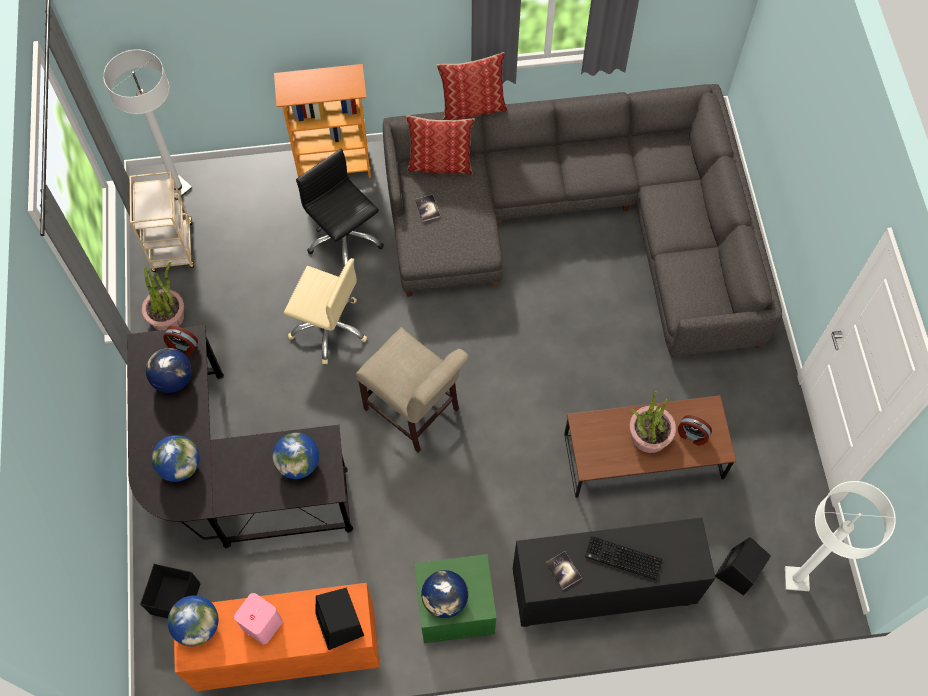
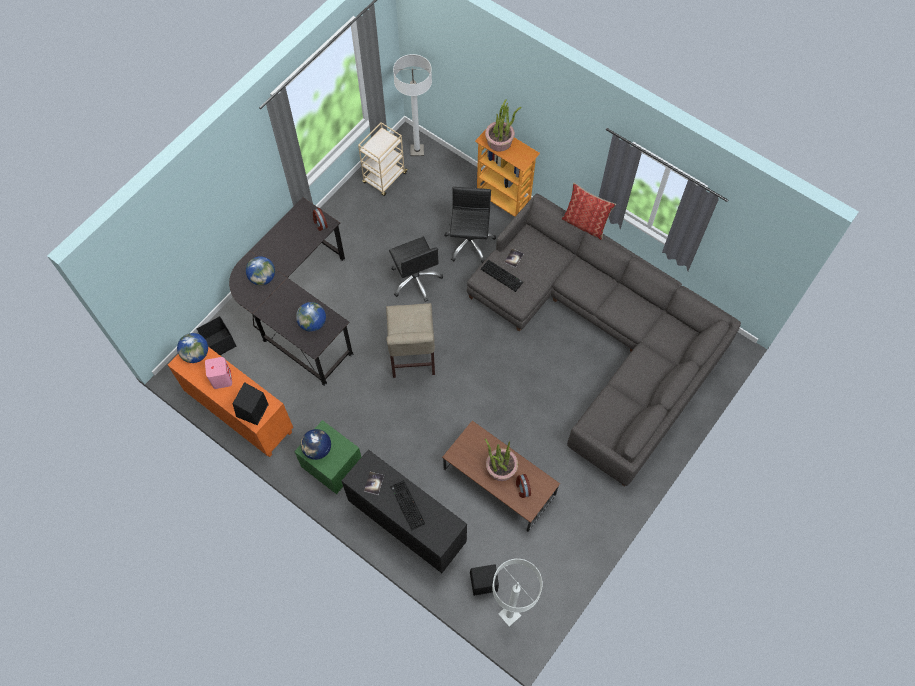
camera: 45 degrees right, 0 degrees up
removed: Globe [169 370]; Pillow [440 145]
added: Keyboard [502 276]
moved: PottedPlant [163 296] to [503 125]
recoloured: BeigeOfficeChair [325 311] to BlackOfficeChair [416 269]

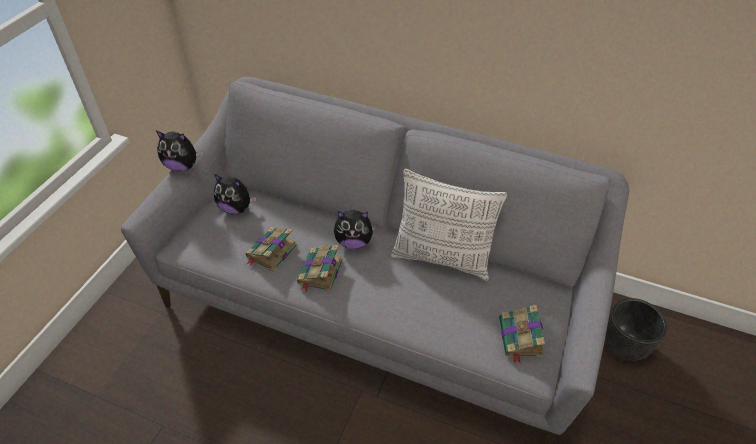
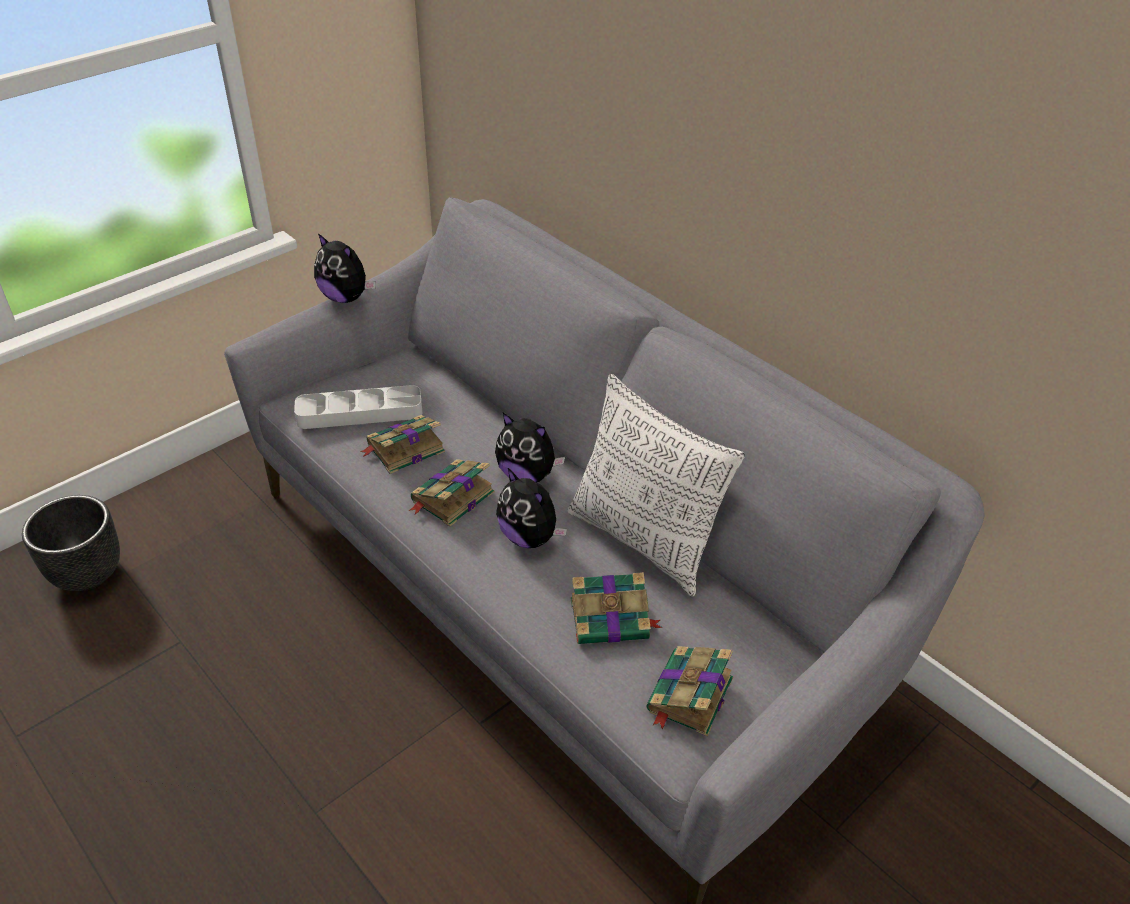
camera: 25 degrees right, 5 degrees down
added: GreyTray [358 407]; Book [616 608]
moved: PlushToy [235 194] to [531 508]; BlackPlanter [636 329] to [71 543]

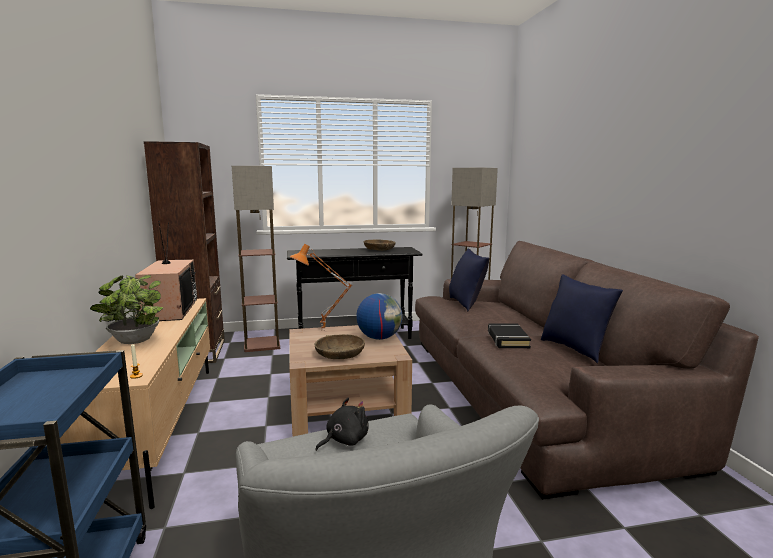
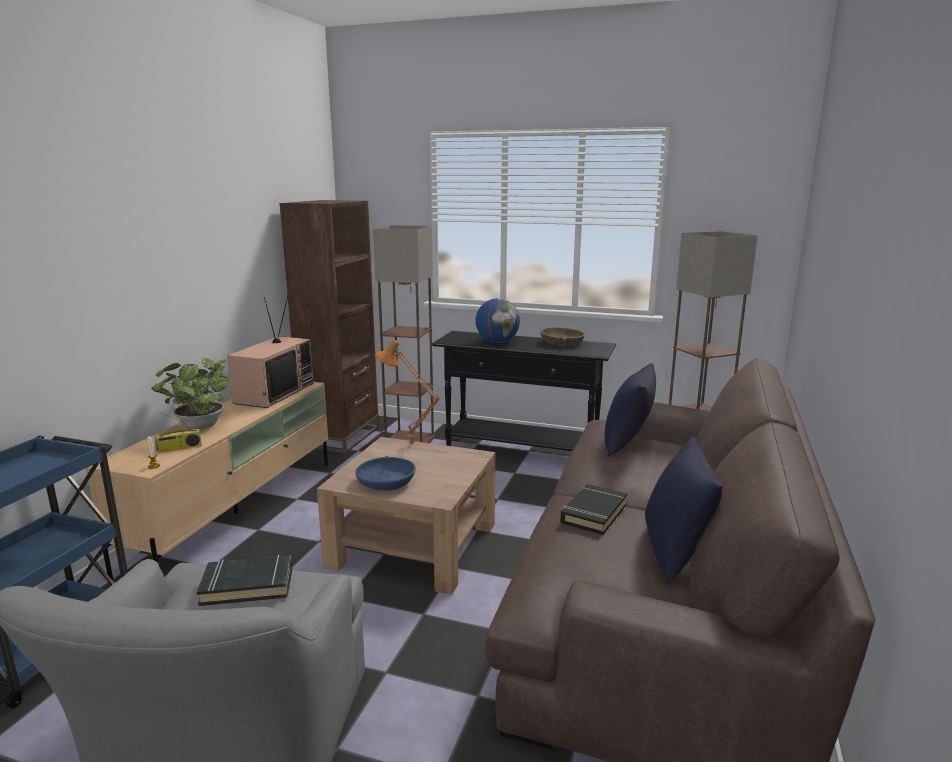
camera: 30 degrees right, 5 degrees up
added: Radio [178 432]
moved: Globe [379 316] to [498 320]
replaced: BlackPlushToy [342 424] to BlackBook [244 580]
recoloured: BrownBowl [340 346] to BlueBowl [385 473]

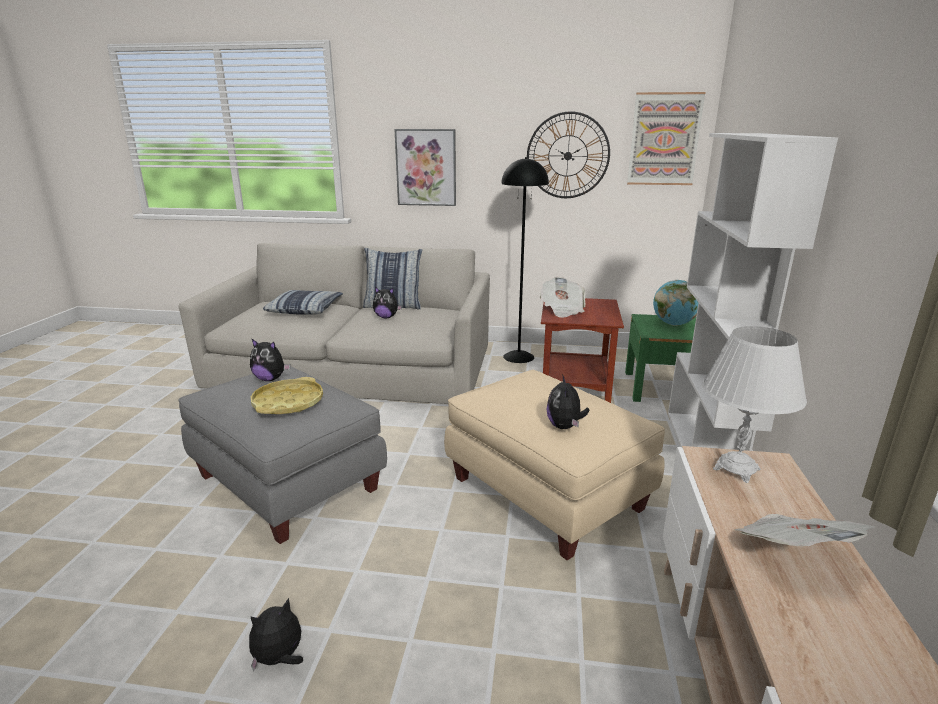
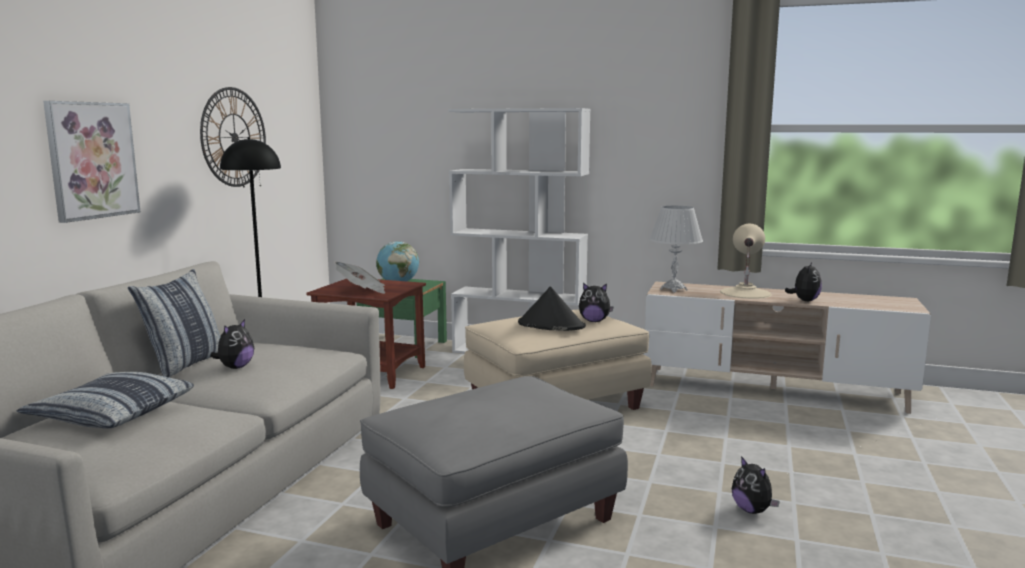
camera: 80 degrees left, 10 degrees down
removed: YellowTray [287 395]; Picture [666 138]
added: BlackHat [552 309]
moved: PlushToy [270 360] to [803 281]
replaced: Newspaper [804 530] to BeigeTableLamp [746 261]

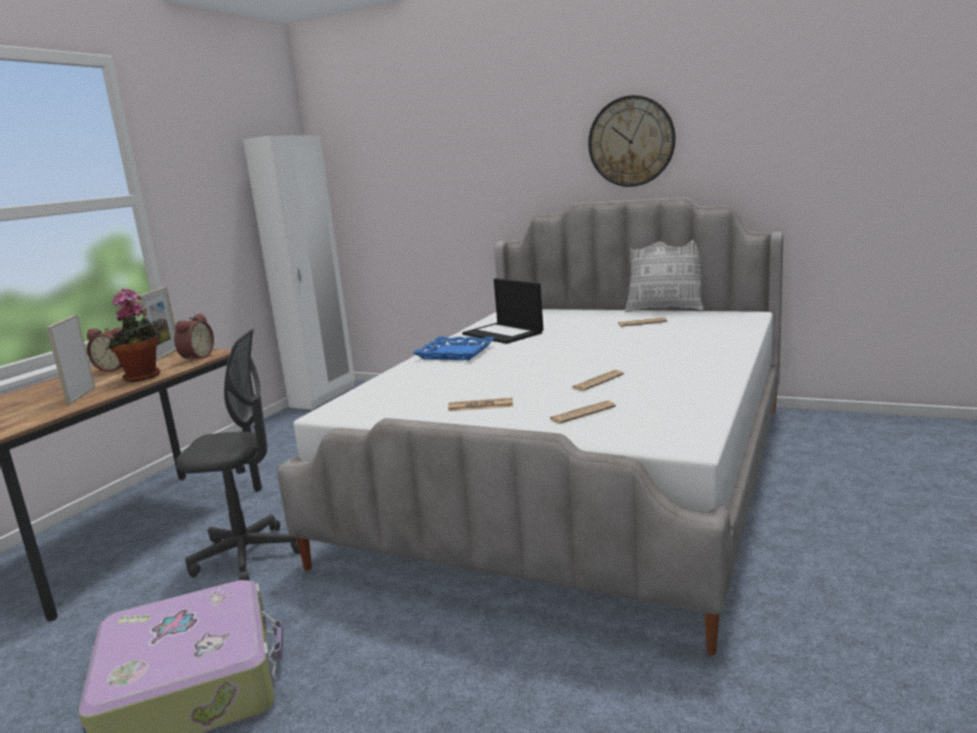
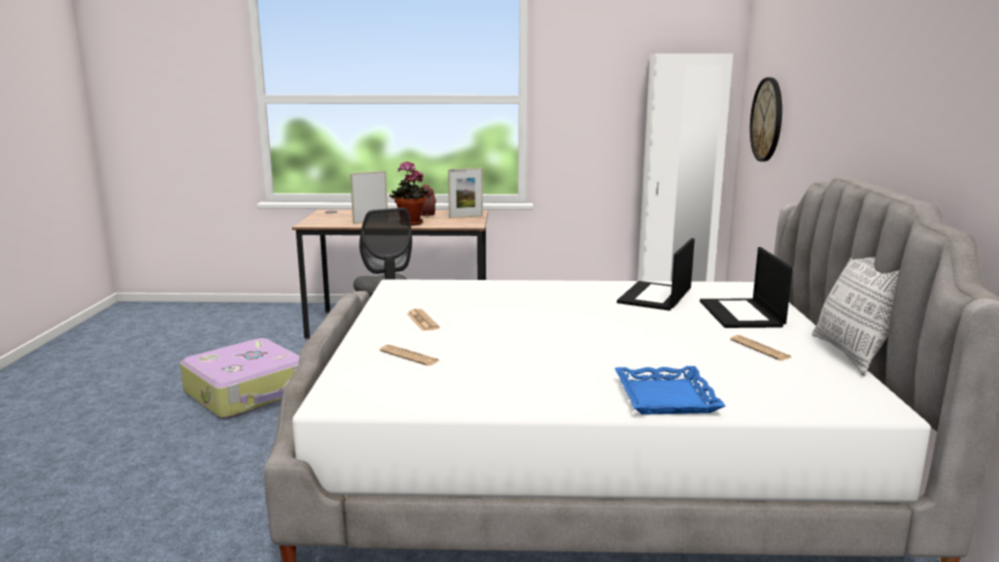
camera: 65 degrees right, 0 degrees up
removed: AlarmClock [194 337]; Newspaper [598 380]
added: Laptop [746 287]
moved: BlueTray [453 348] to [669 390]; WallClock [632 141] to [766 119]

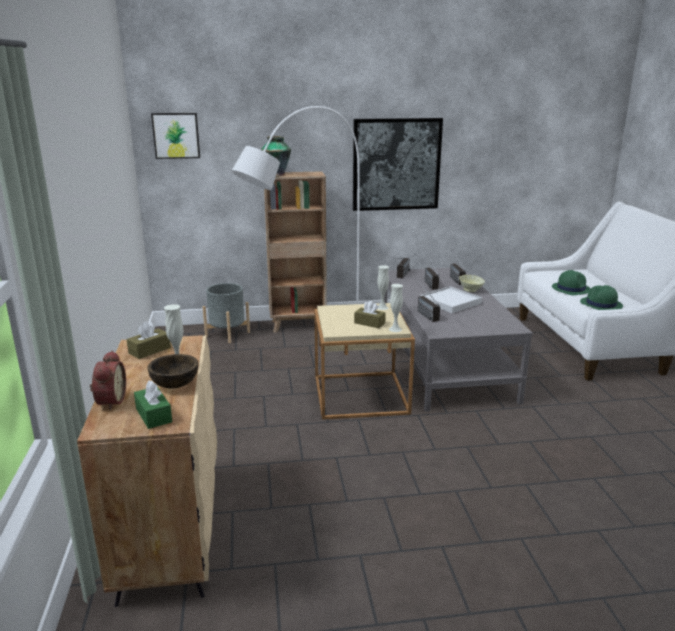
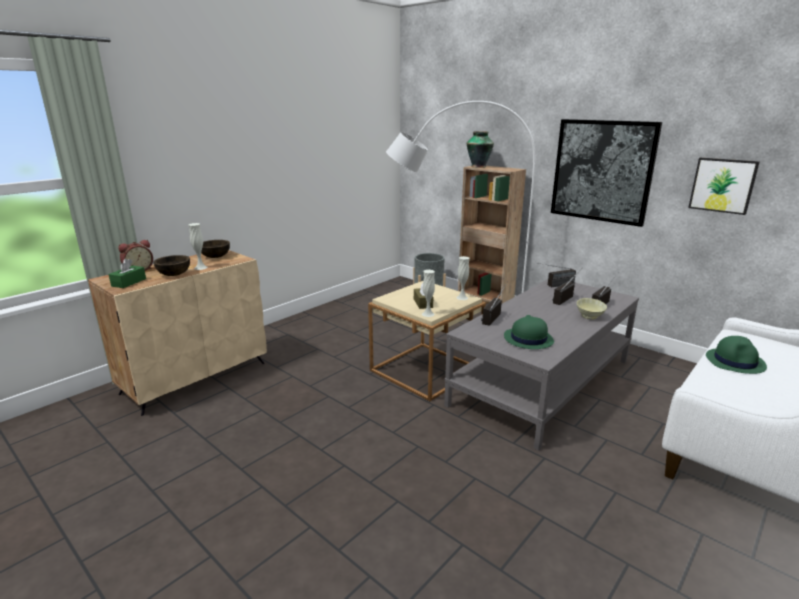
camera: 50 degrees right, 0 degrees up
removed: WhiteTray [451 299]
moved: Picture [175 136] to [724 186]; GreenHat [601 297] to [529 332]
replaced: BrownTissueBox [149 340] to BrownBowl [215 249]

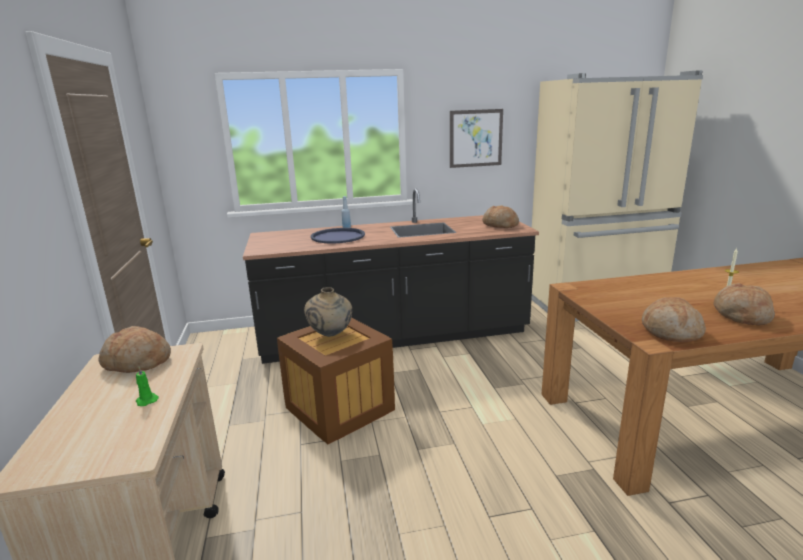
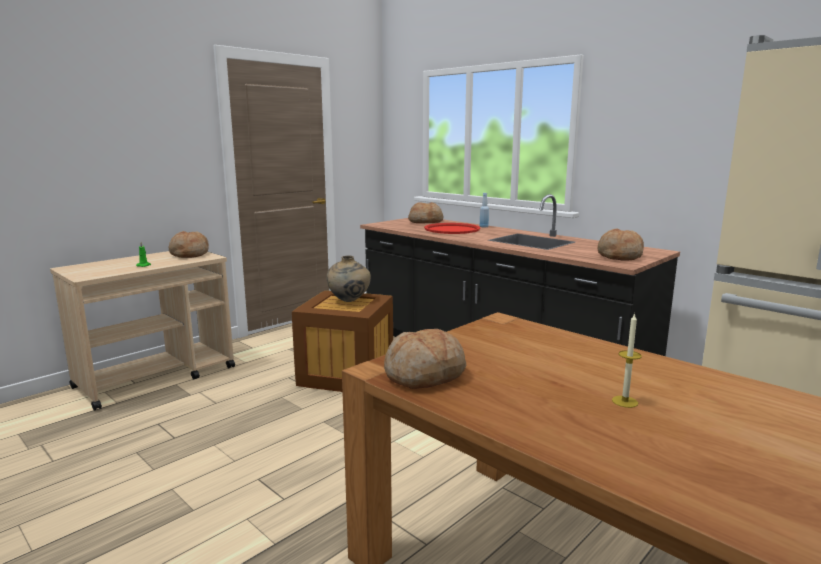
camera: 55 degrees right, 5 degrees down
removed: Picture [476 138]
moved: Bread [744 304] to [425 212]
recoloured: BlueTray [338 236] to RedTray [452 228]

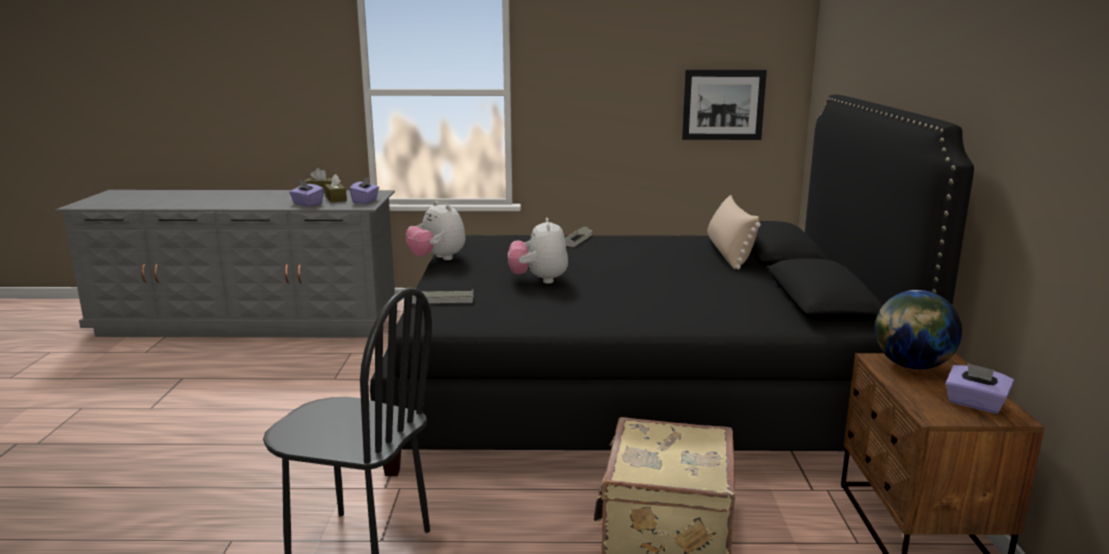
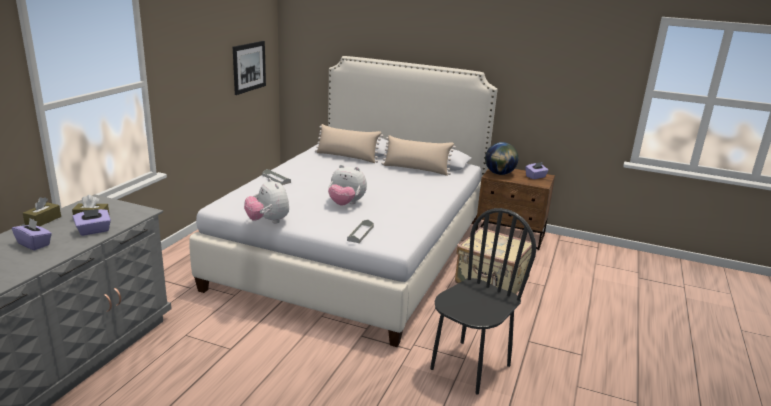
camera: 70 degrees left, 5 degrees up
added: BeigePillow [418 155]
moved: PurpleTissueBox [364 190] to [32 234]
recoloured: BlackBed [672 285] to WhiteBed [343 201]
turned: PlushToy [435 230] = [266 201] 75 degrees clockwise

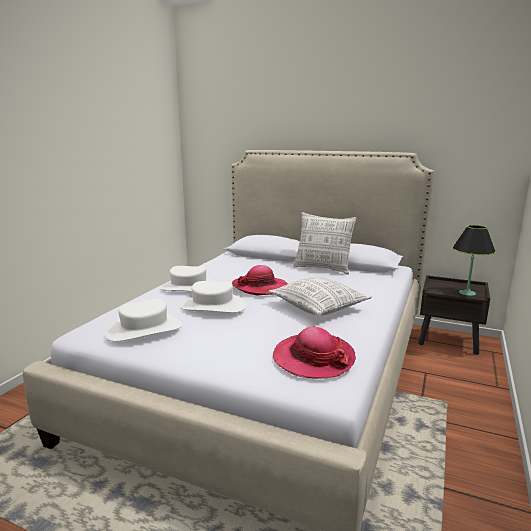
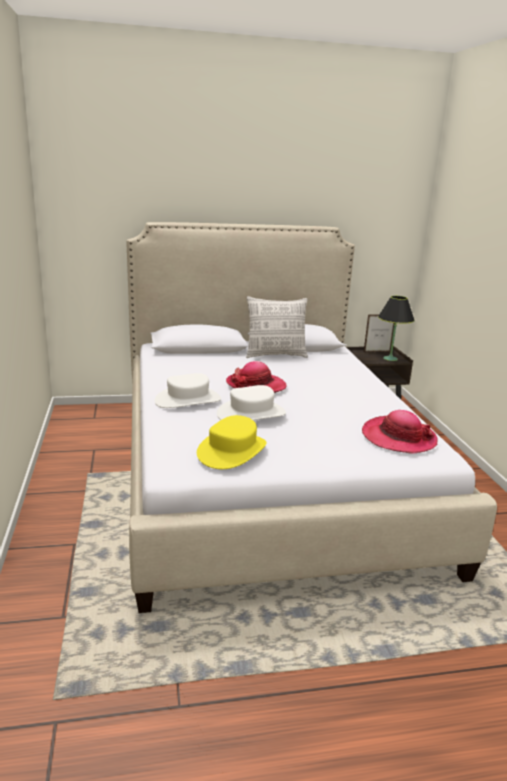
camera: 35 degrees left, 5 degrees up
removed: Pillow [320 296]
added: PictureFrame [379 333]
recoloured: WhiteHat [144 320] to YellowHat [232 442]

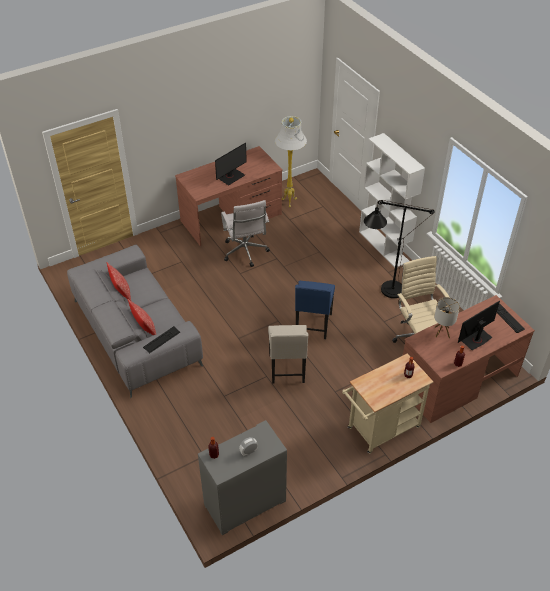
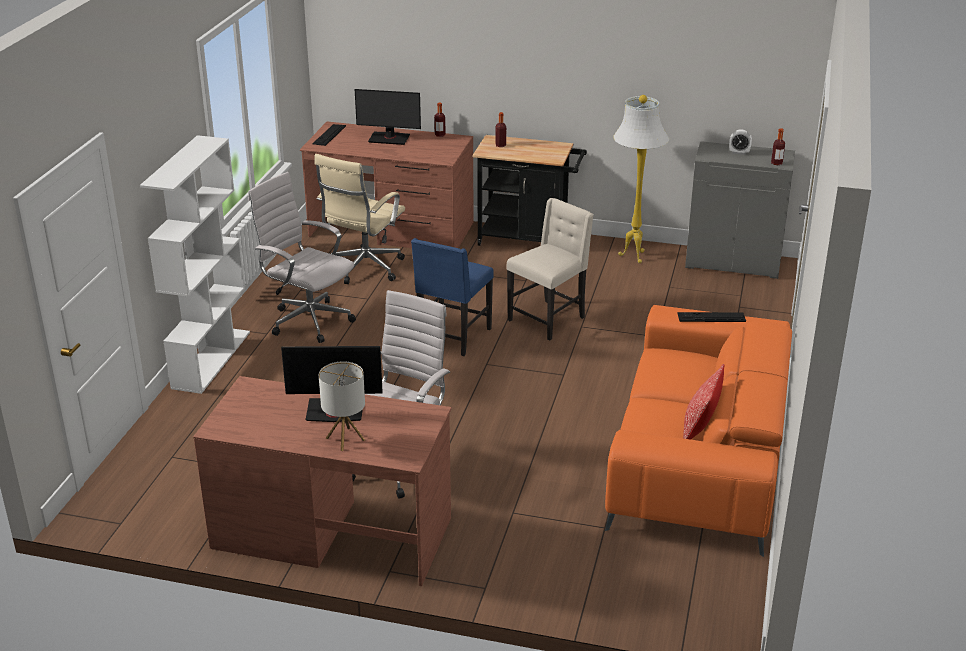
camera: 135 degrees left, 15 degrees down
removed: Pillow [142 317]
moved: WhiteFloorLamp [291 161] to [641 179]; TableLamp [447 317] to [342 406]
replaced: BlackFloorLamp [399 249] to WhiteOfficeChair [302 257]
recoloured: GreySofa [135 321] to OrangeSofa [698 431]; BeigeCart [388 403] to BlackCart [529 190]
turned: BlueChair [315 310] = [452 297] 150 degrees clockwise

